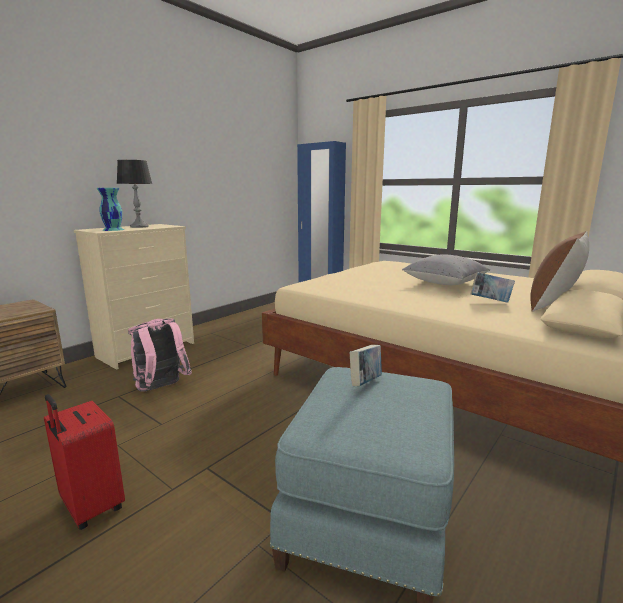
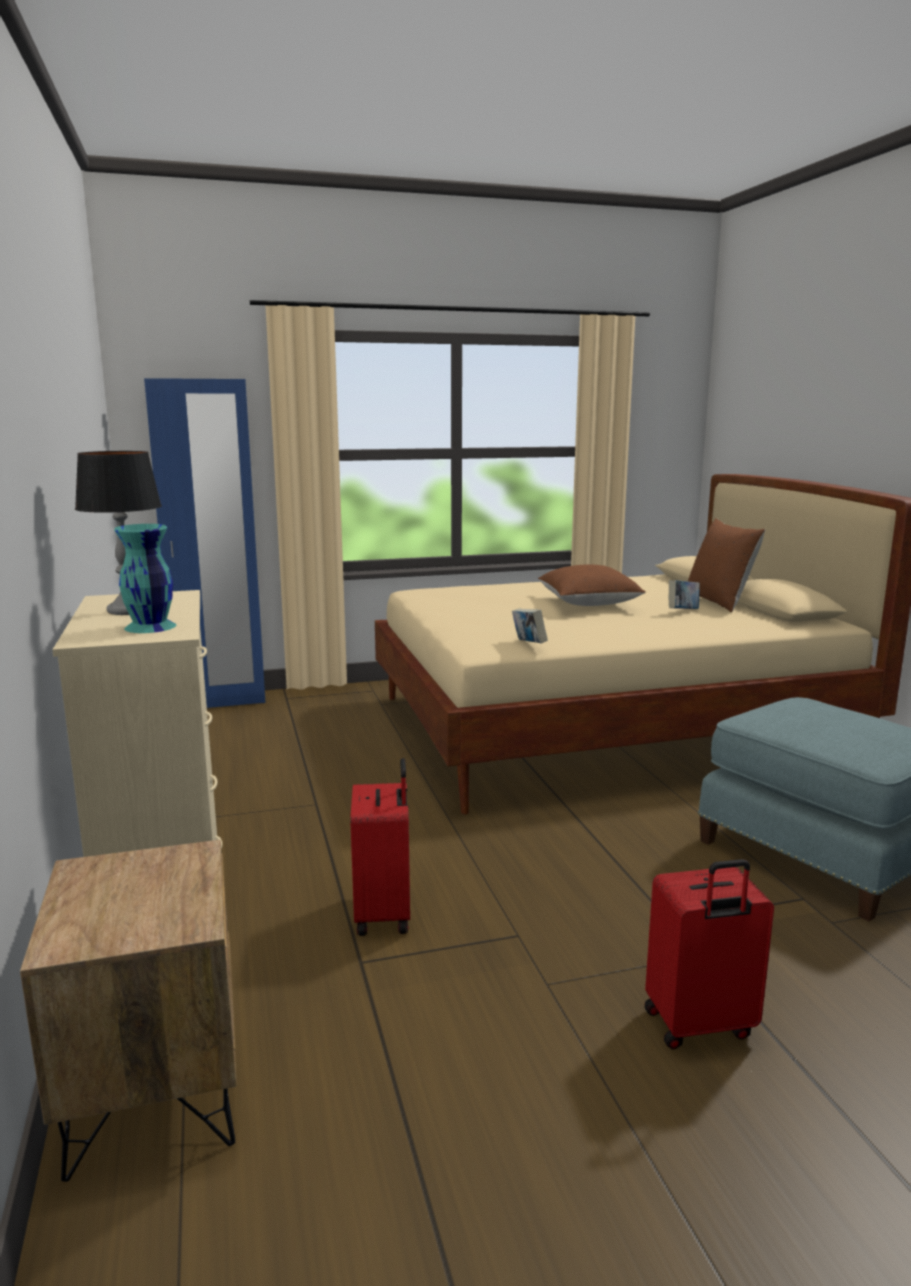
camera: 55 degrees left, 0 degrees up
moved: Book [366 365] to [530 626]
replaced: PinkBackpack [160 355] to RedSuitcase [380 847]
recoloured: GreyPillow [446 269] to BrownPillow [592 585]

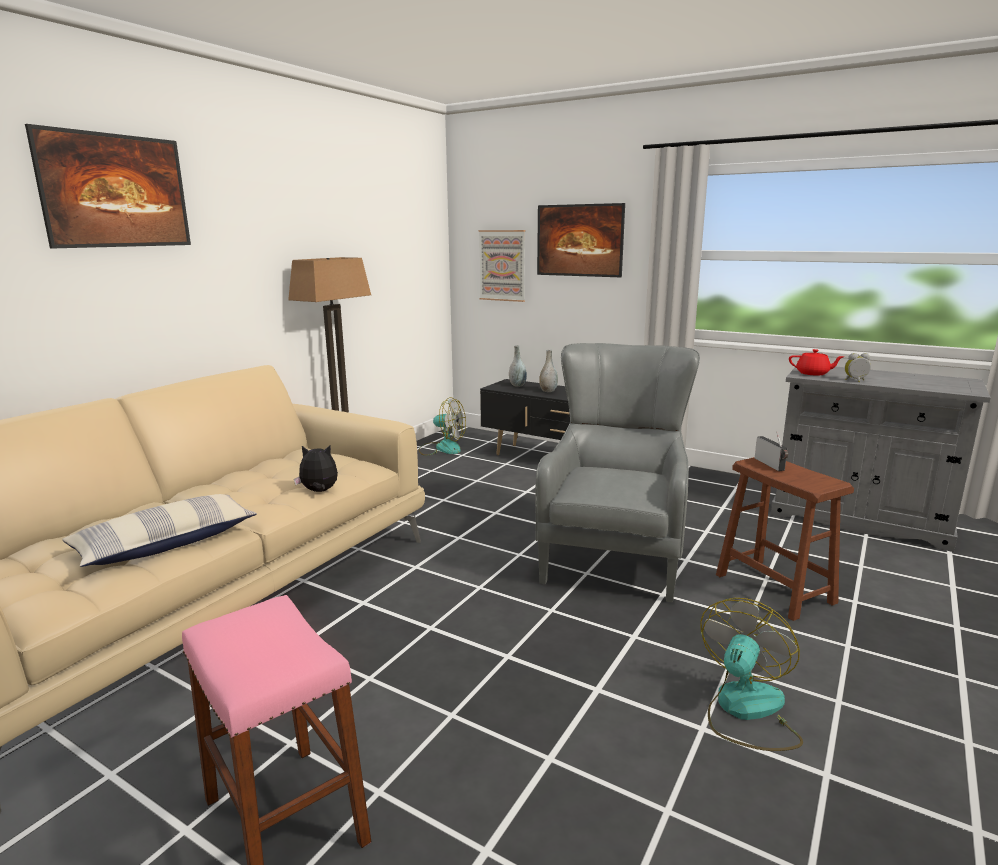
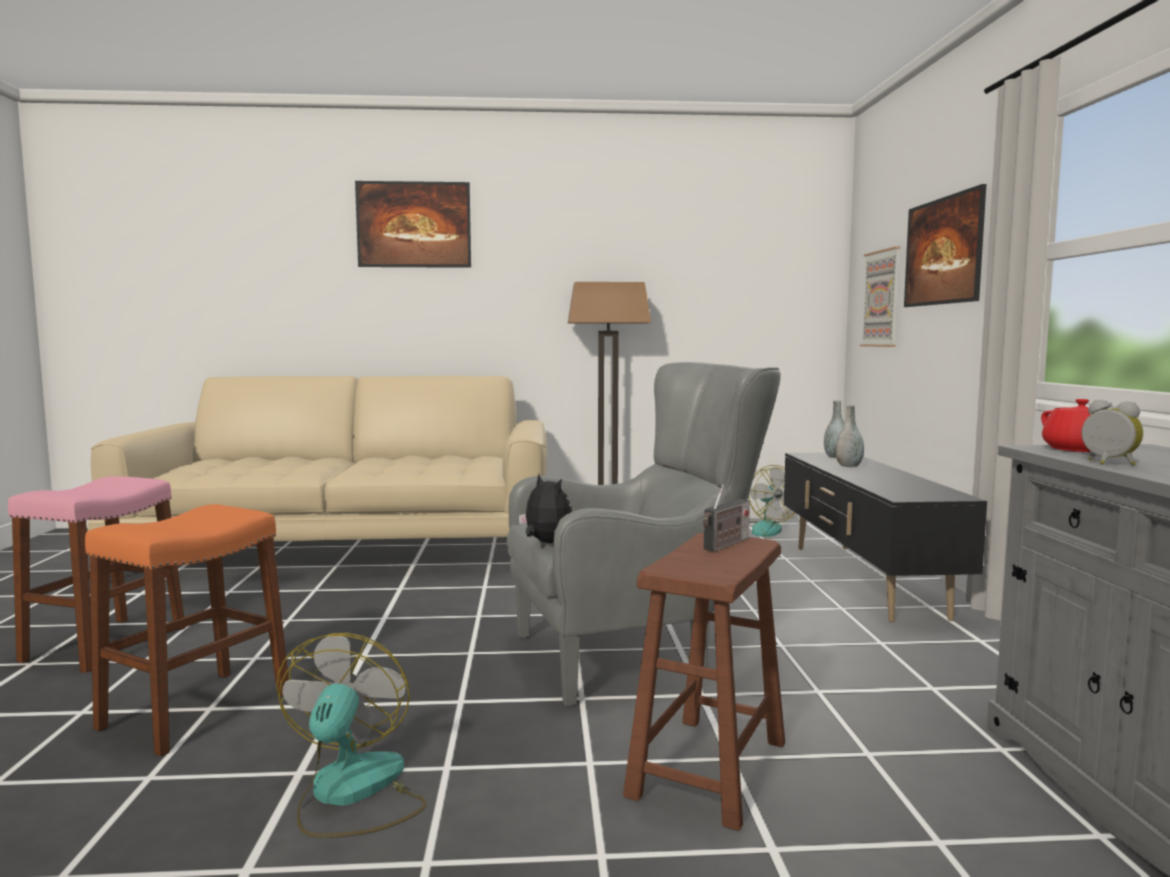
camera: 55 degrees right, 10 degrees down
removed: Pillow [159 530]
added: OrangeStool [187 630]
moved: PlushToy [316 468] to [545 508]
turned: Fan [751 674] = [351 735] 90 degrees counterclockwise

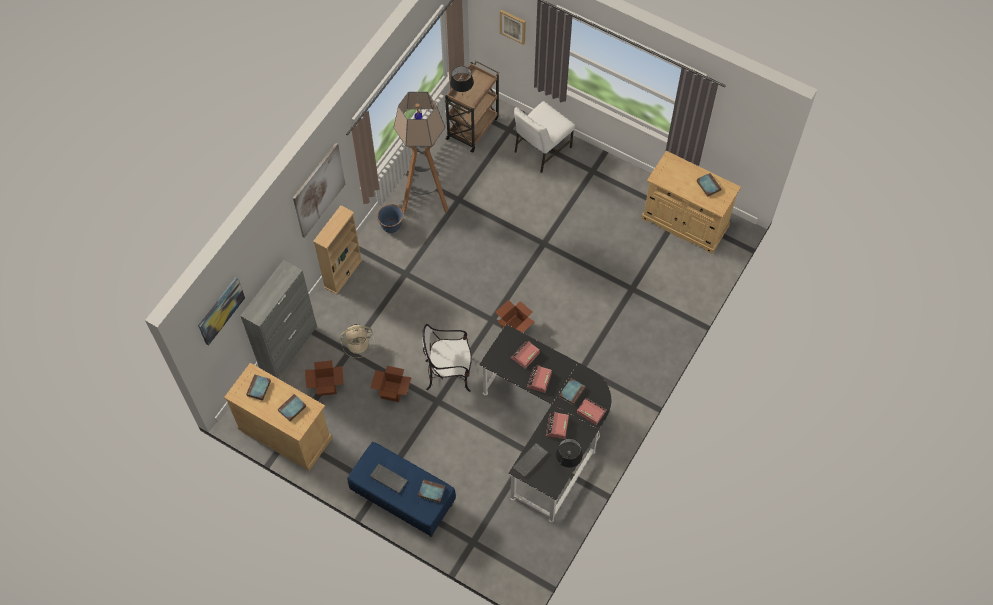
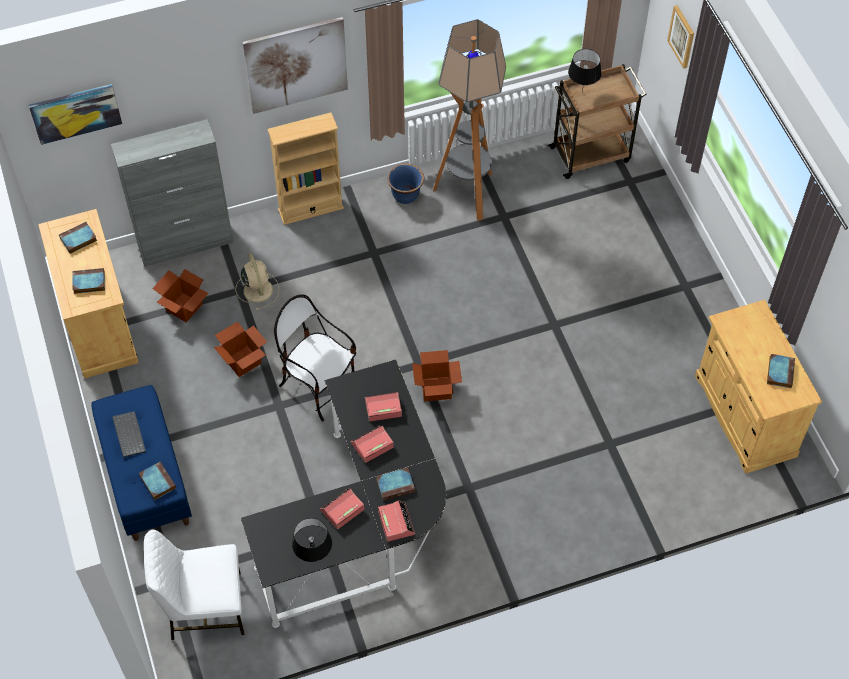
camera: 40 degrees right, 5 degrees down
removed: Keyboard [530 460]
moved: WhiteChair [544 137] to [194 585]
turned: BeigeFan [357 341] = [257 281] 135 degrees counterclockwise

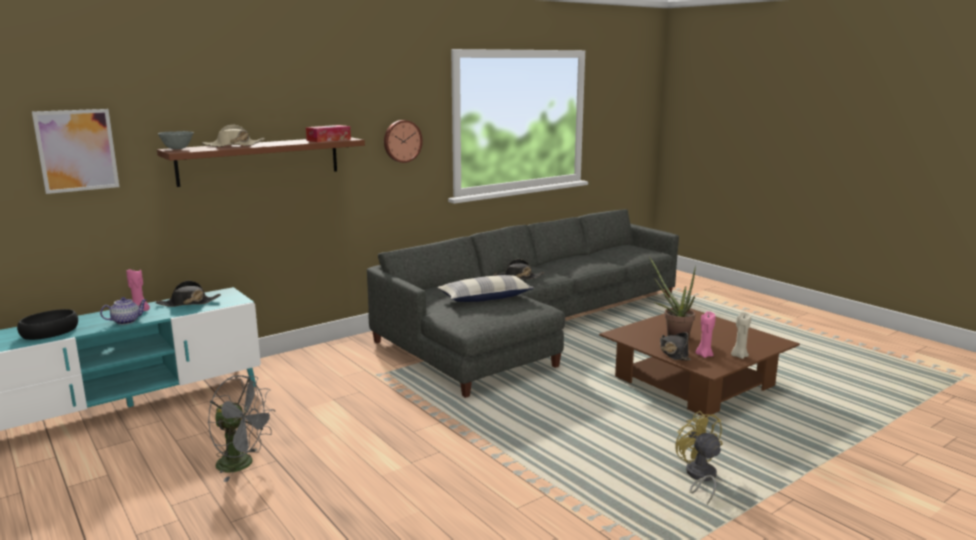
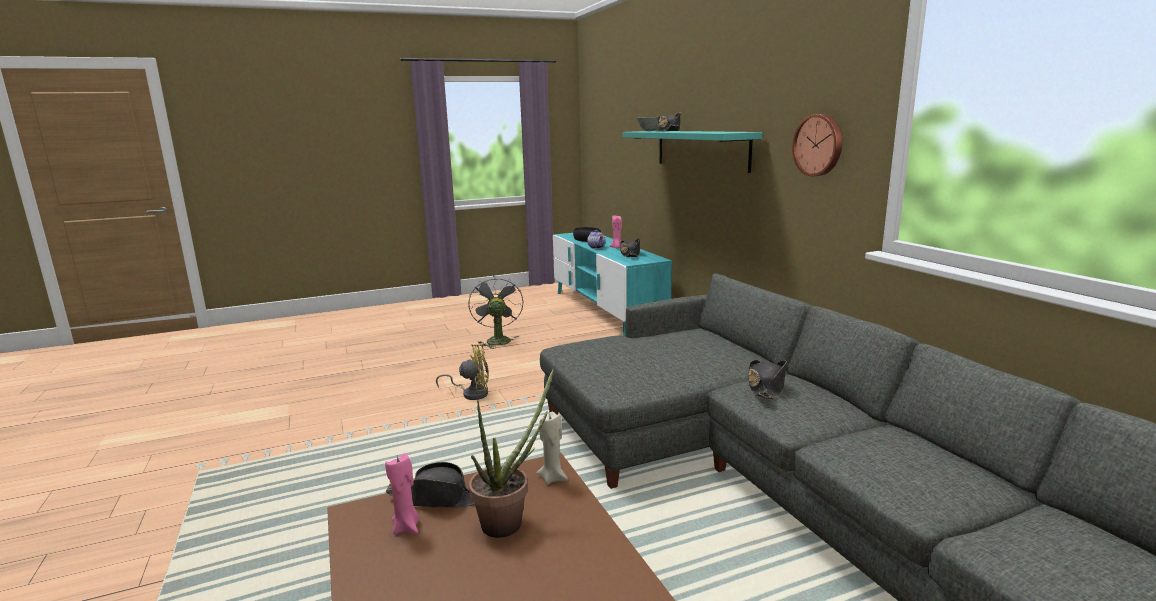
camera: 105 degrees right, 0 degrees up
removed: Picture [75 151]; TissueBox [328 133]; Pillow [485 288]
moved: YellowFan [699 458] to [462 372]; BeigeCandle [741 335] to [552 448]
recoloured: BrownShelf [261 162] to TurquoiseShelf [692 152]; BeigeHat [233 136] to BlackHat [668 122]
turned: GreyFan [241 428] = [496 312] 135 degrees clockwise

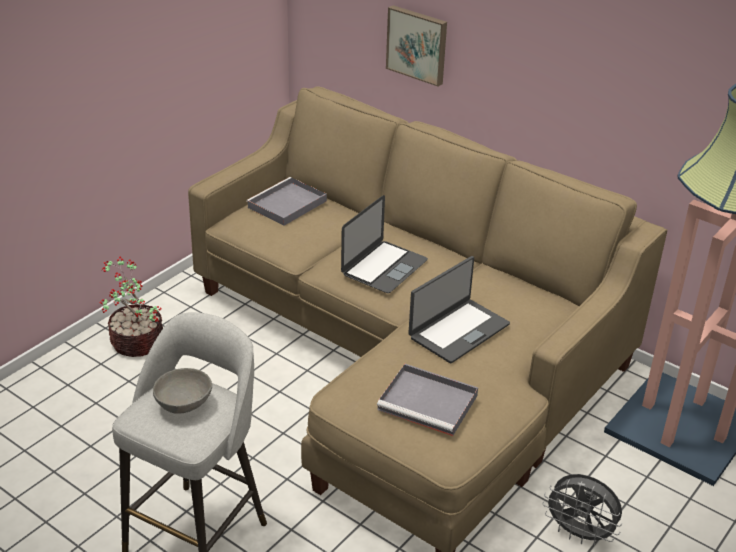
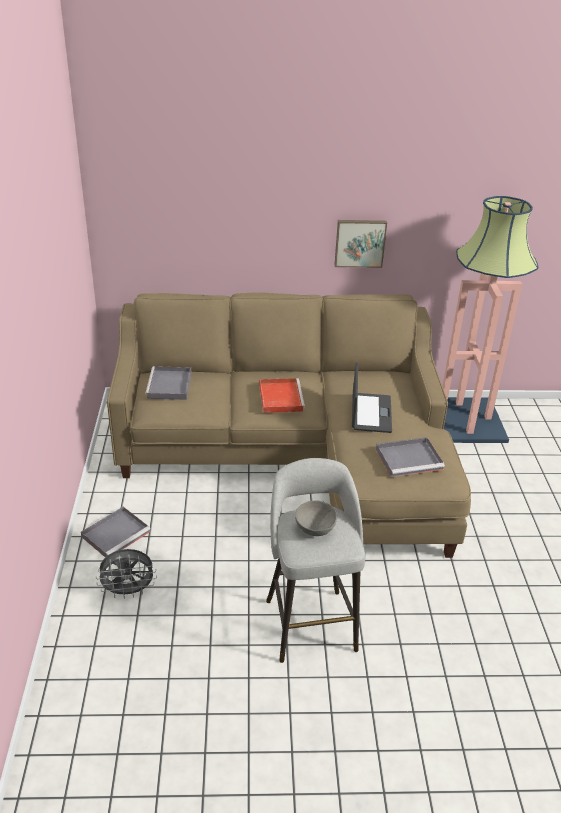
camera: 40 degrees left, 0 degrees up
moved: Picture [416 45] to [360 244]; GreyFan [583 510] to [126 574]
replaced: PottedPlant [131 307] to GreyTray [115 532]; Laptop [384 244] to RedTray [282 395]

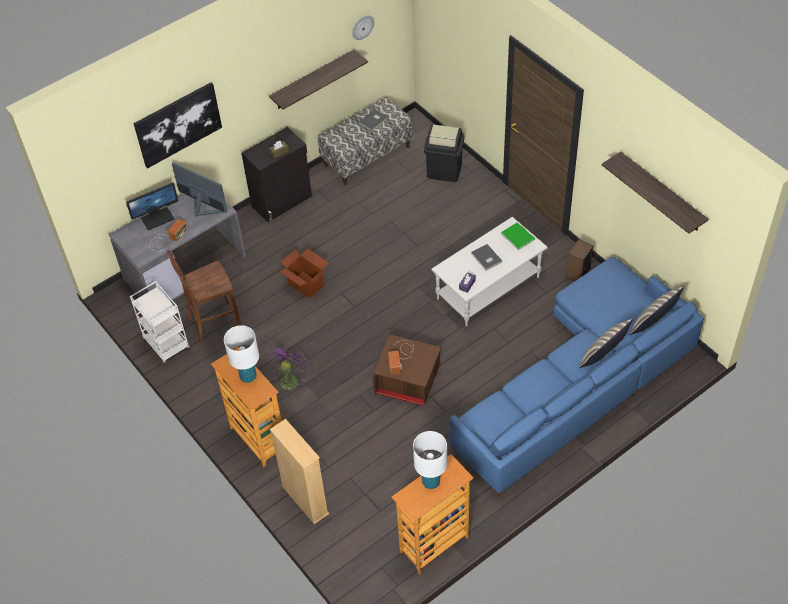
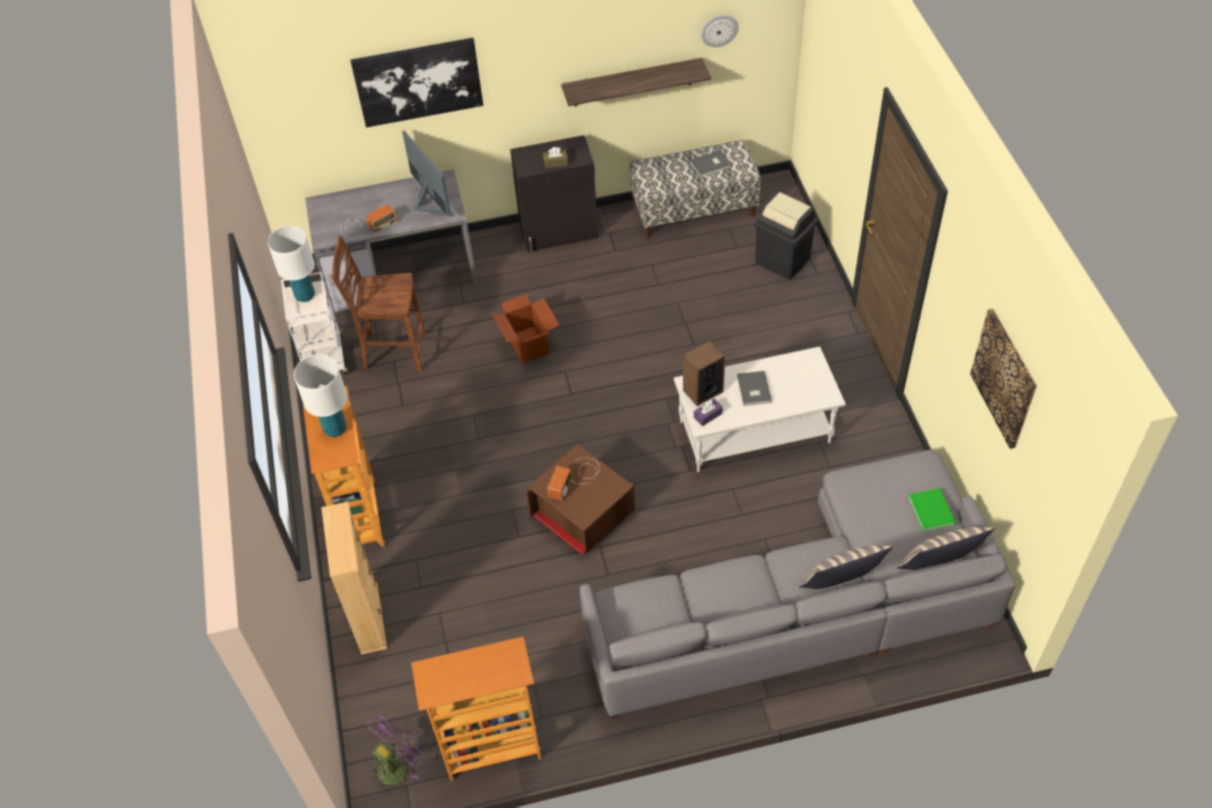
camera: 25 degrees right, 0 degrees up
removed: Monitor [152 206]
moved: PurpleFan [288 369] to [395 750]; WhiteTableLamp [430 460] to [291 264]; GreenBook [518 236] to [932 509]; Speaker [579 260] to [704 373]
replaced: Shelf [655 193] to Picture [1003 379]
recoloured: BlueSofa [577 376] to GreySofa [798 584]

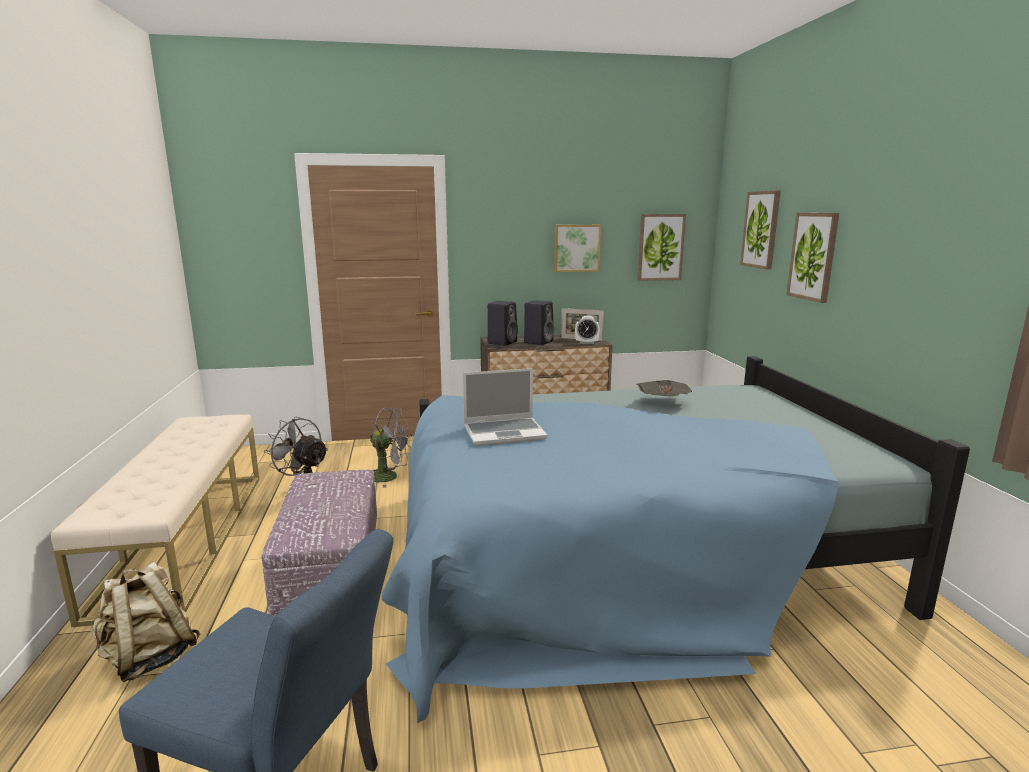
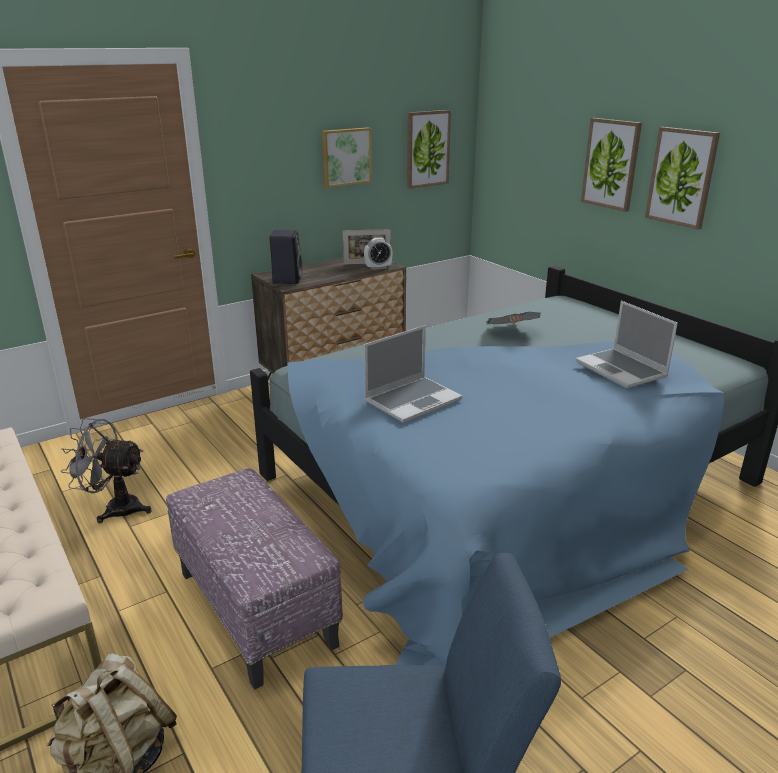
camera: 25 degrees left, 10 degrees up
removed: GreyFan [391 448]; BlackSpeaker [539 322]
added: Laptop [627 344]
moved: Picture [760 230] to [682 178]

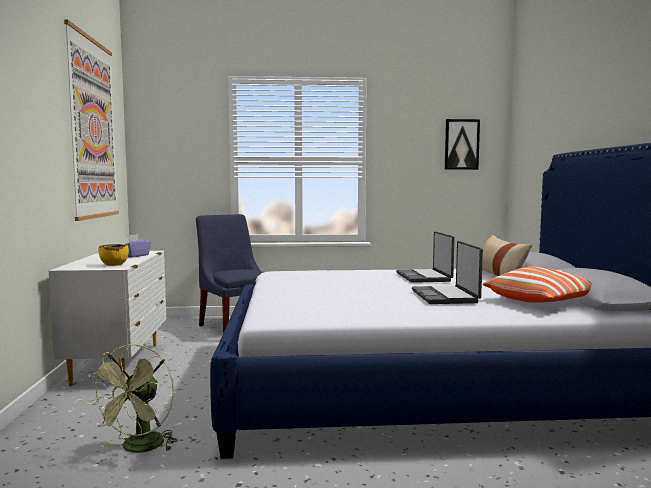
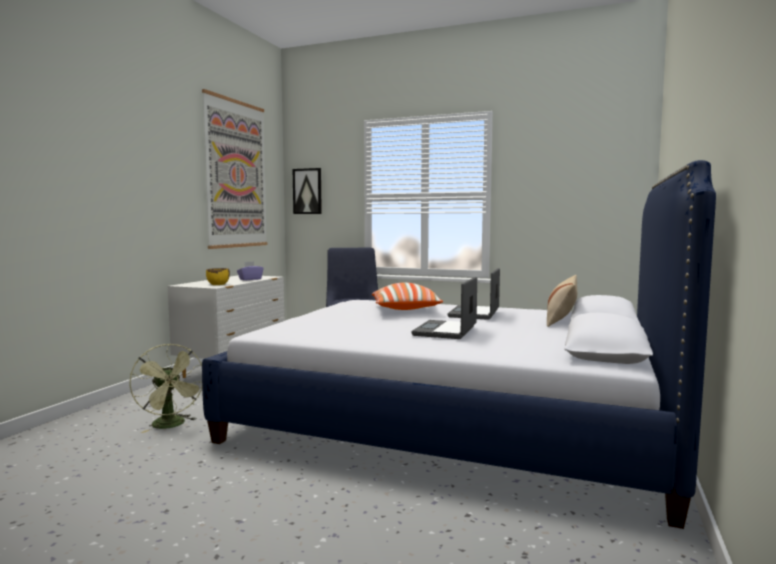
camera: 25 degrees right, 0 degrees up
moved: Picture [462 144] to [307 191]; Pillow [537 285] to [407 296]
turned: GreenFan [132 398] = [165 388] 75 degrees counterclockwise

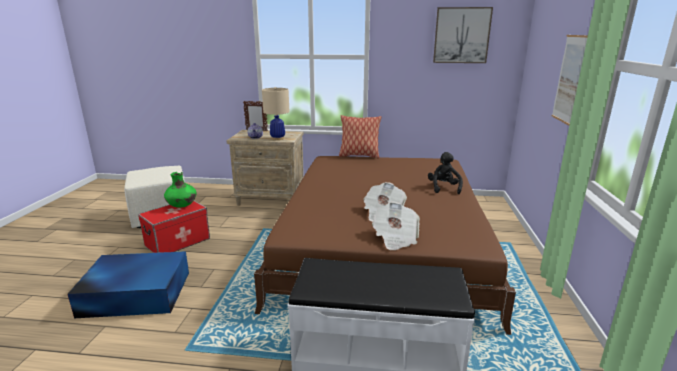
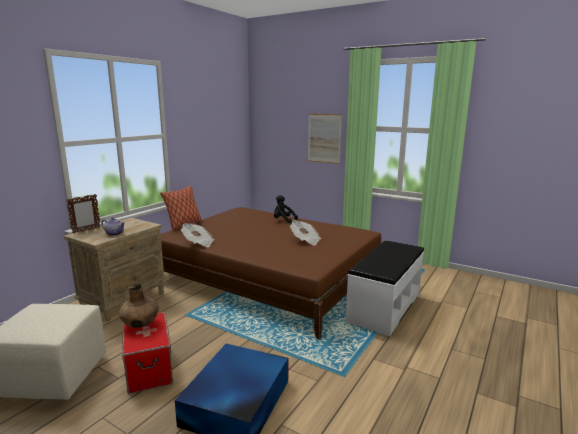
camera: 65 degrees left, 5 degrees down
removed: BeigeTableLamp [275 113]; Picture [463 35]
moved: Newspaper [396 226] to [198 235]
recoloured: GreenVase [180 190] to BrownVase [139 306]

